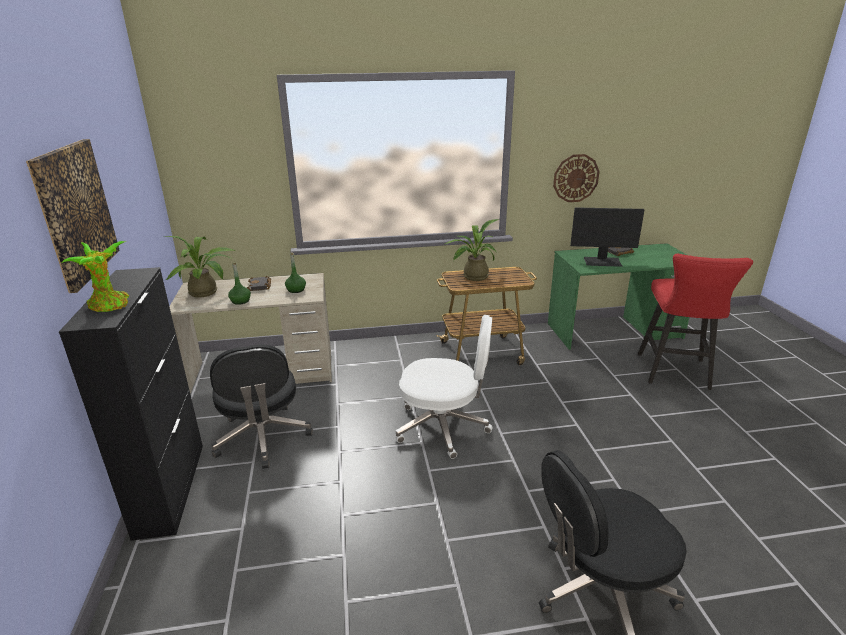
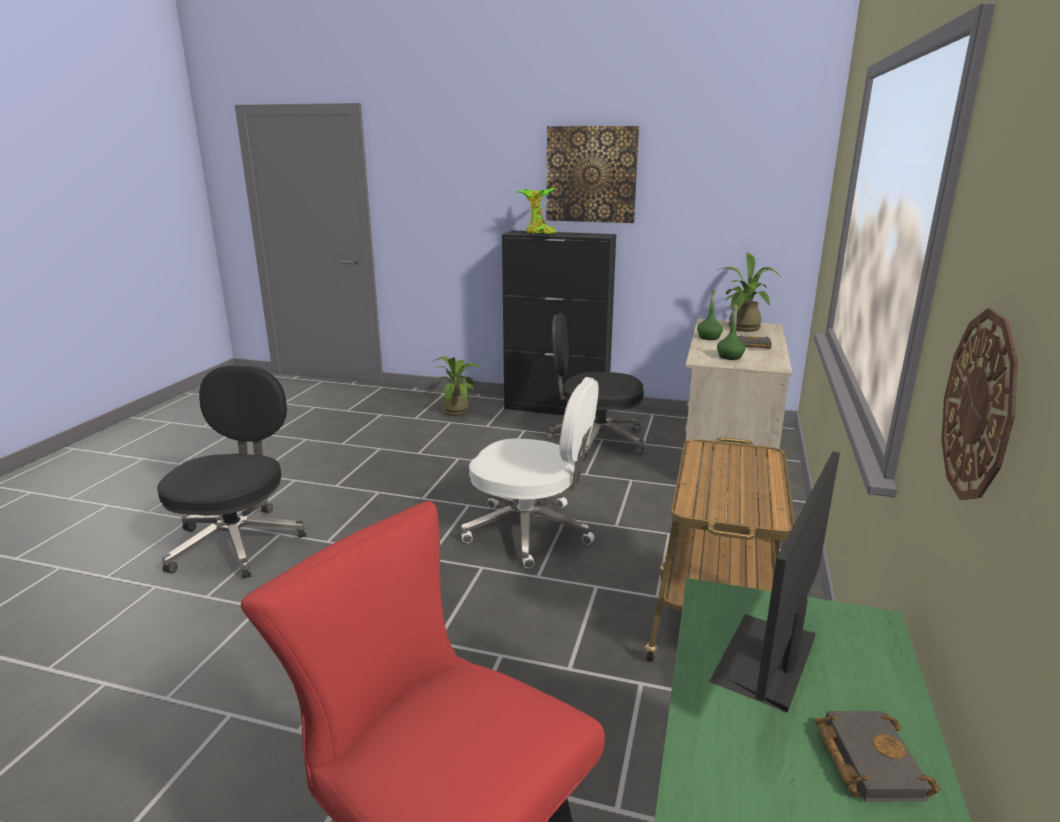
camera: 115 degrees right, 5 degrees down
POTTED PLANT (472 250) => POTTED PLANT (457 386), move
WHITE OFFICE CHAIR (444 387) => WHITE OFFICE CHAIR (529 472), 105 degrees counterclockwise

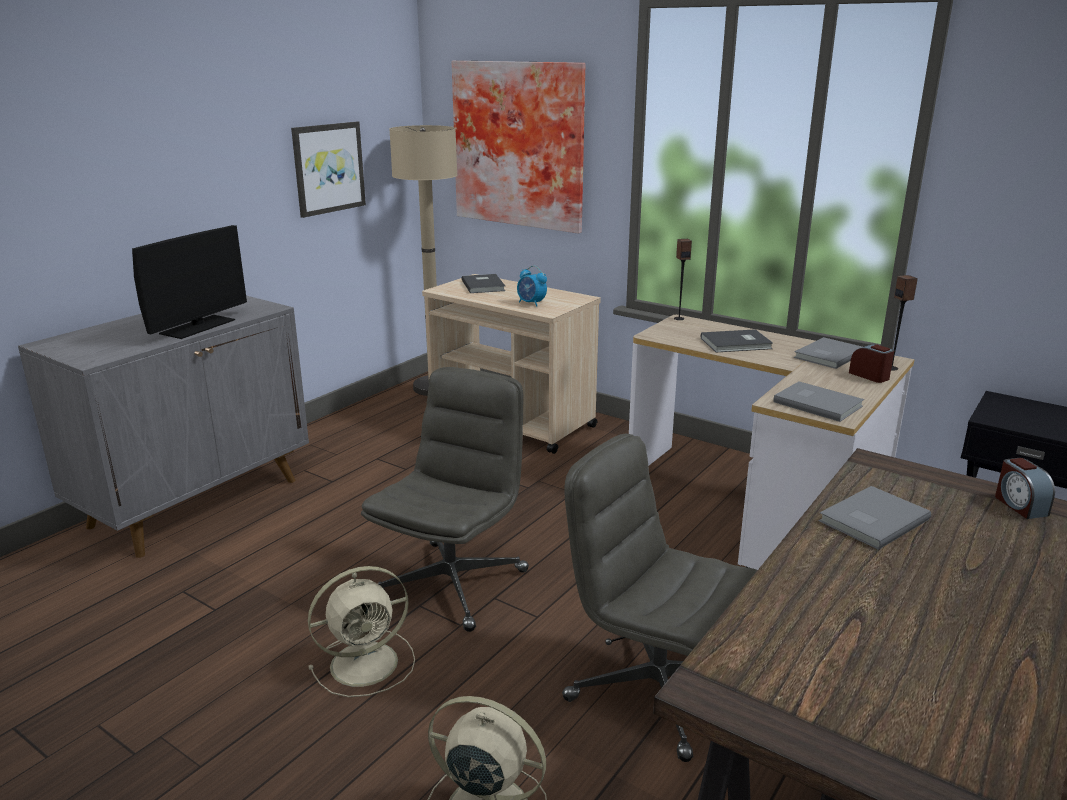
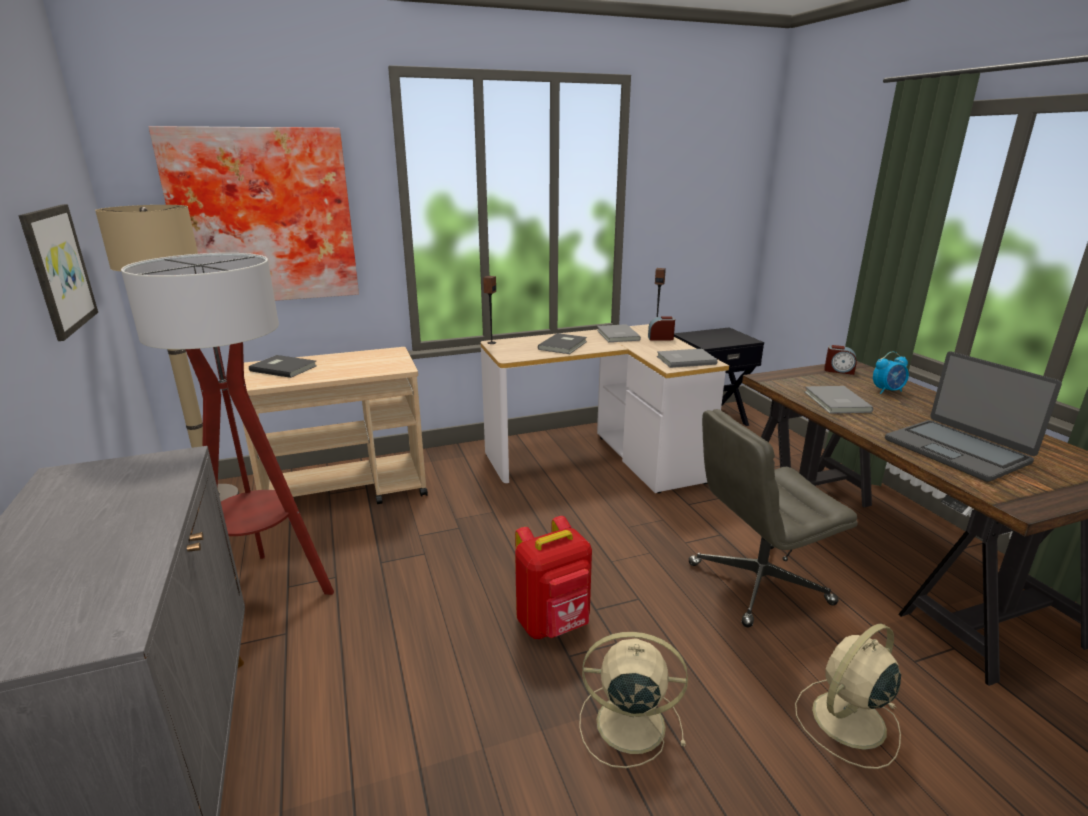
camera: 55 degrees left, 0 degrees up
MONITOR (189 282) => nothing
ALARM CLOCK (532 286) => ALARM CLOCK (891 373), move
GREY OFFICE CHAIR (445 499) => RED BACKPACK (553 577)
BEIGE FAN (361 631) => BEIGE FAN (633 700), 90 degrees counterclockwise
nothing => FLOOR LAMP (227 424)
nothing => LAPTOP (973 416)

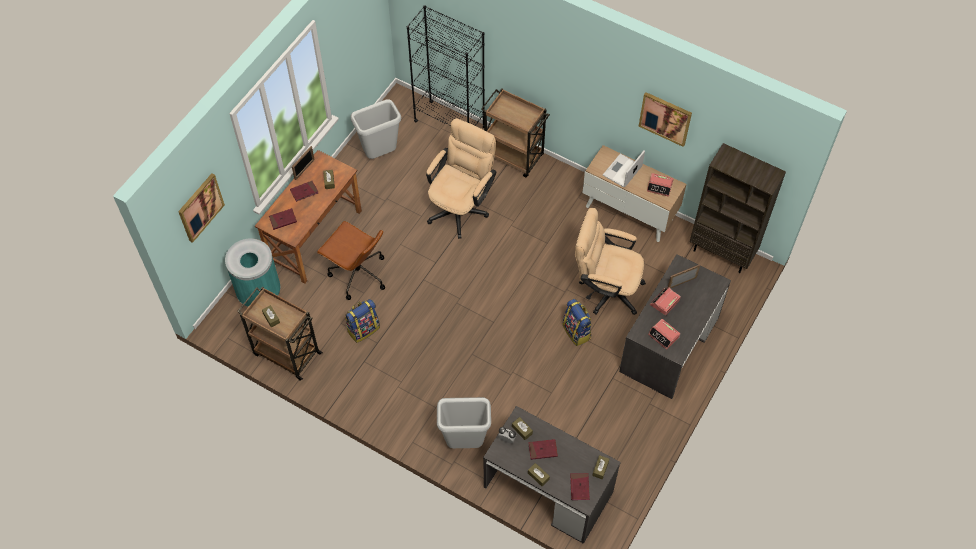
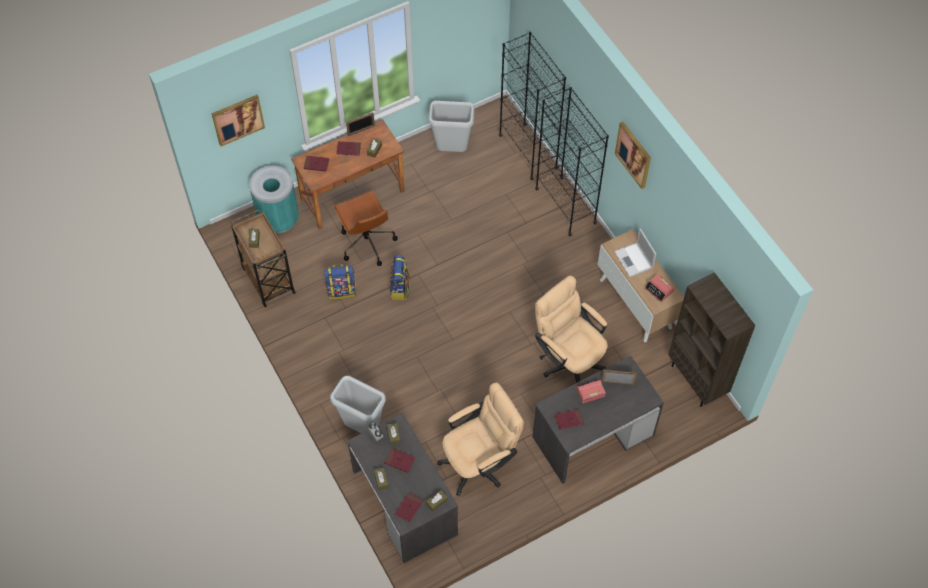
camera: 30 degrees right, 0 degrees up
BROWN CART (515 132) => BLACK BOOKCASE (572 161)
PICTURE (665 119) => PICTURE (633 155), move
BEIGE OFFICE CHAIR (461 178) => BEIGE OFFICE CHAIR (480 439), move
LAPTOP (624 169) => LAPTOP (635 252), 90 degrees counterclockwise
BACKPACK (577 322) => BACKPACK (400 277), move
ALARM CLOCK (664 334) => RED BOOK (569 419)

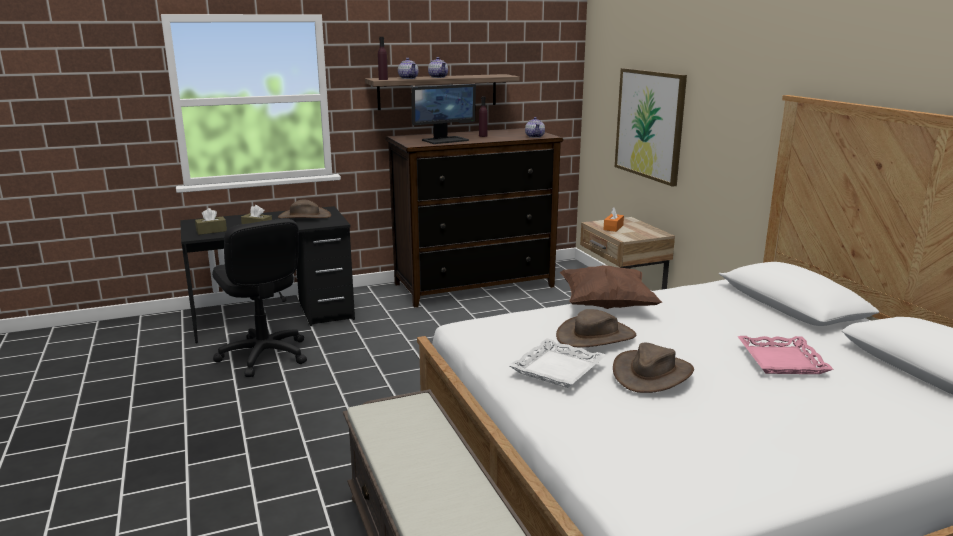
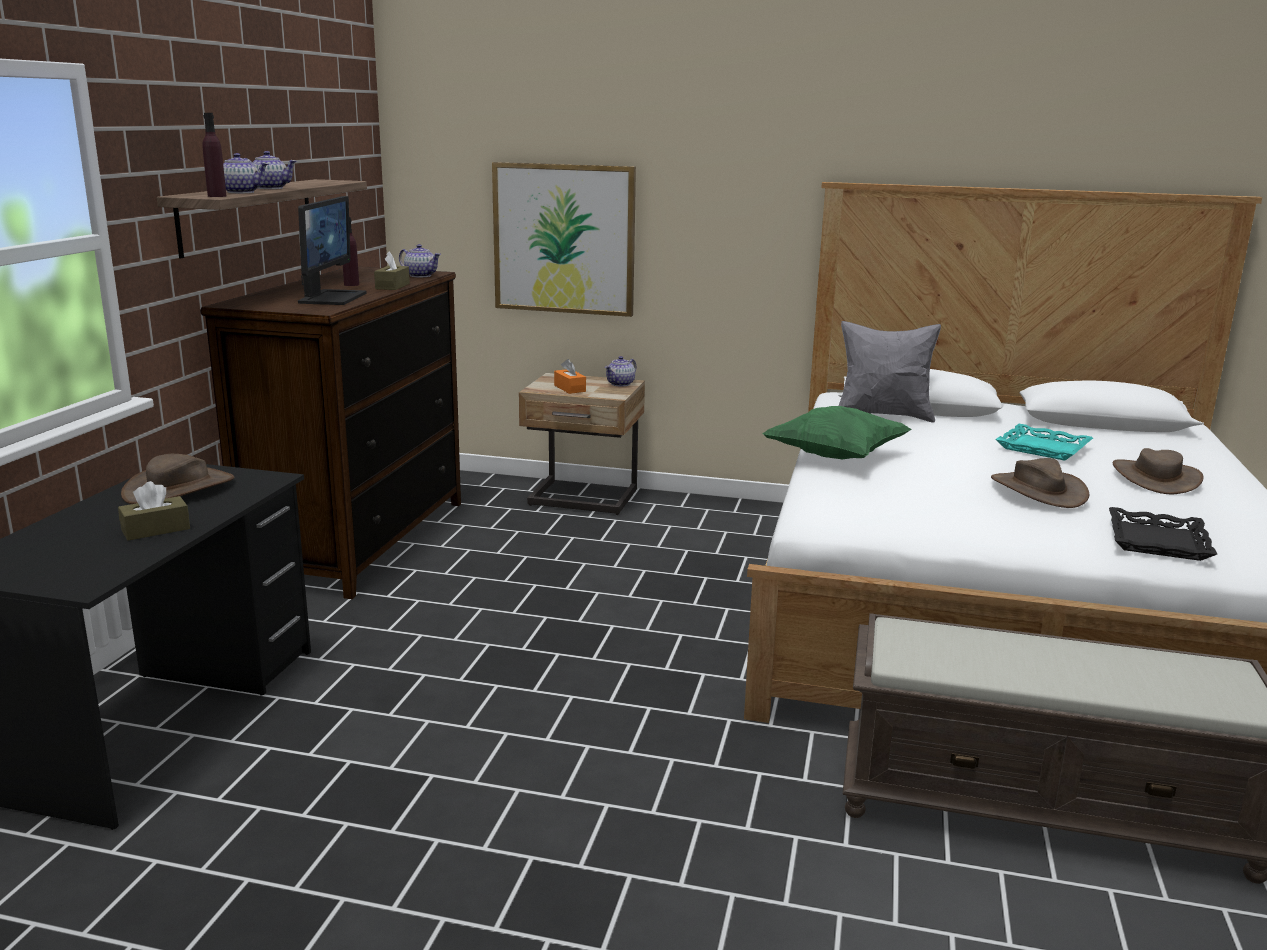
camera: 55 degrees left, 0 degrees up
BROWN TISSUE BOX (211 221) => BROWN TISSUE BOX (392 270), move
BLACK OFFICE CHAIR (259 297) => nothing
BROWN PILLOW (611 287) => GREEN PILLOW (837 432)
BROWN HAT (596 328) => BROWN HAT (1158 471), move
PINK TRAY (785 355) => TURQUOISE TRAY (1044 442)
WHITE TRAY (557 363) => nothing
nothing => GREY PILLOW (889 372)
nothing => TEAPOT (620 371)
nothing => BLACK TRAY (1163 534)

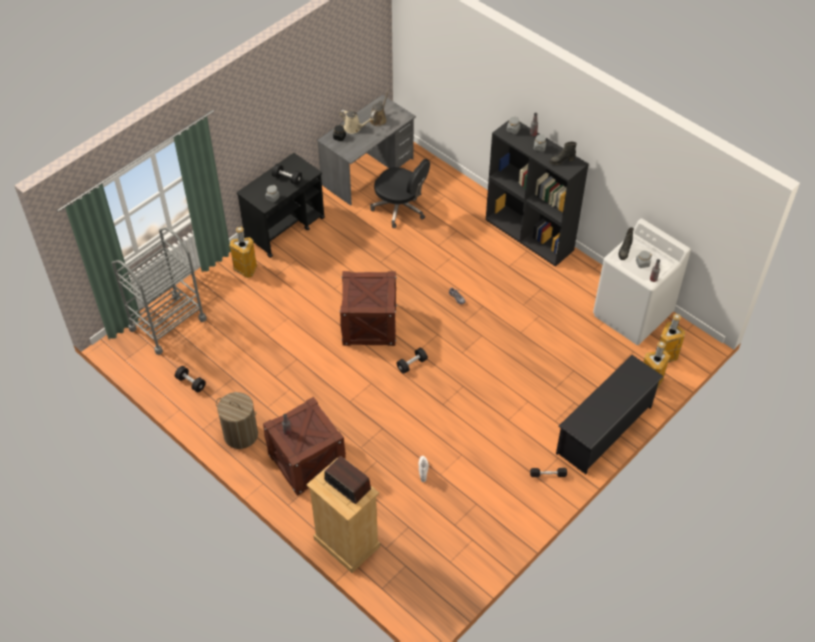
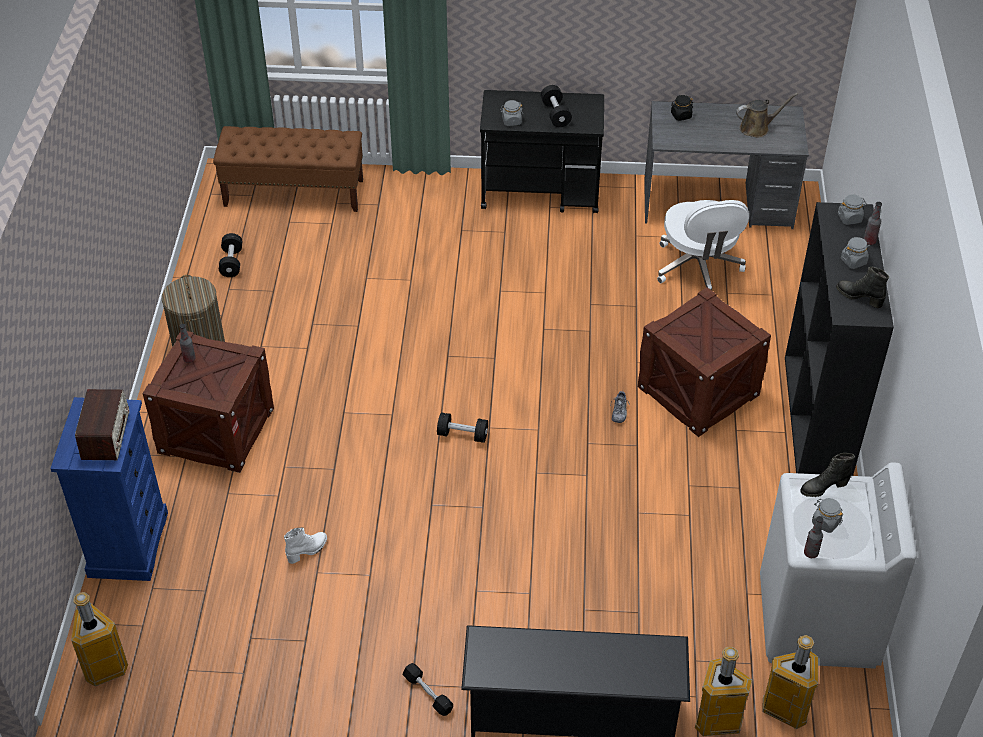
camera: 50 degrees right, 5 degrees down
BEIGE WATERING CAN (356 122) => nothing
BLACK OFFICE CHAIR (400 193) => WHITE OFFICE CHAIR (703 245)
GREY CART (159 291) => BROWN BENCH (288 169)
TRASH CAN (243 252) => TRASH CAN (99 639), move
CRATE (368 308) => CRATE (704 362), move
BEIGE DRESSER (343 515) => BLUE DRESSER (109 489)

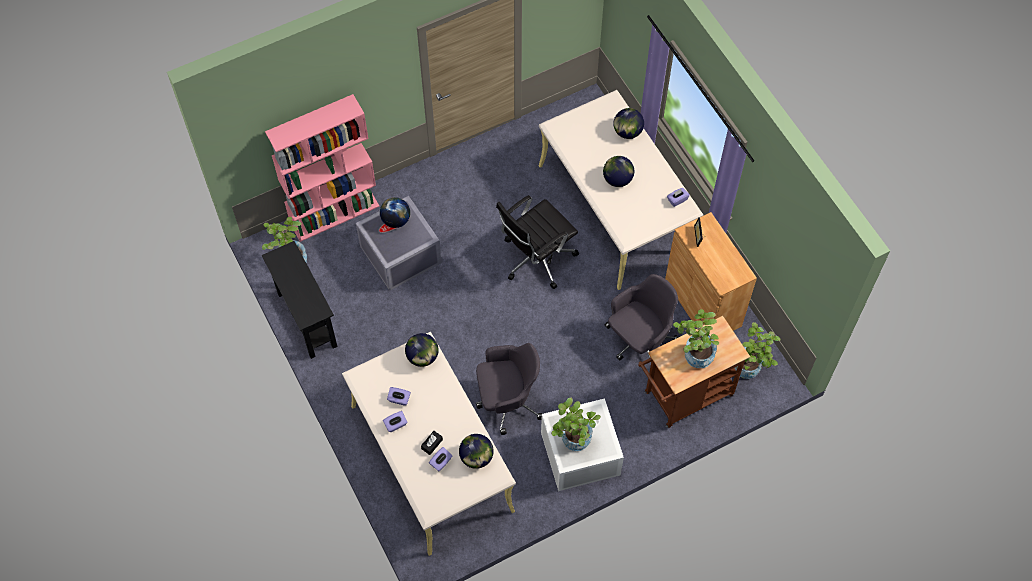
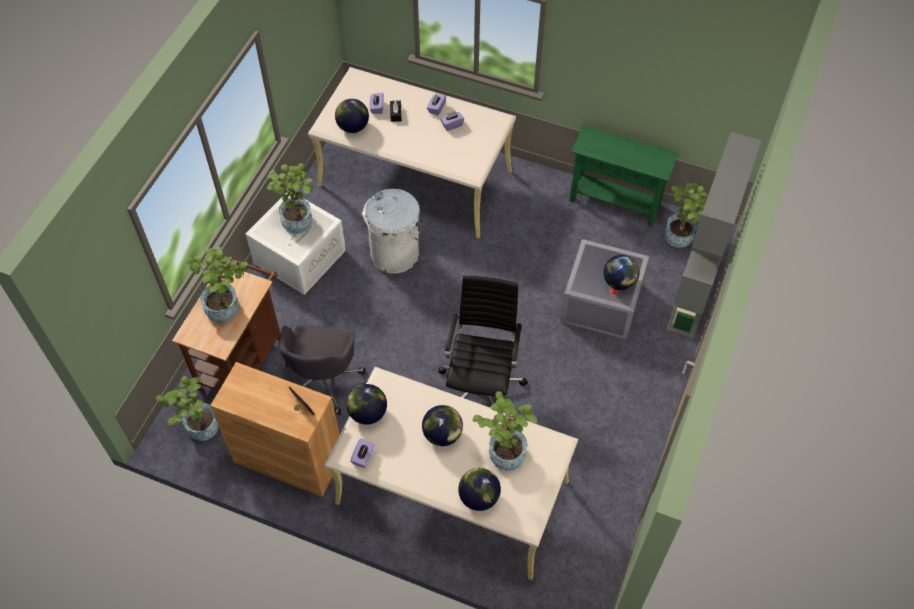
camera: 140 degrees right, 5 degrees down
PINK BOOKCASE (322 168) => GREY BOOKCASE (713 235)
BLACK CONSOLE TABLE (300 300) => GREEN CONSOLE TABLE (624 176)
GLOBE (422 350) => GLOBE (366 404), move
GREY OFFICE CHAIR (509 389) => WHITE TRASH CAN (391 231)
nothing => POTTED PLANT (505 431)

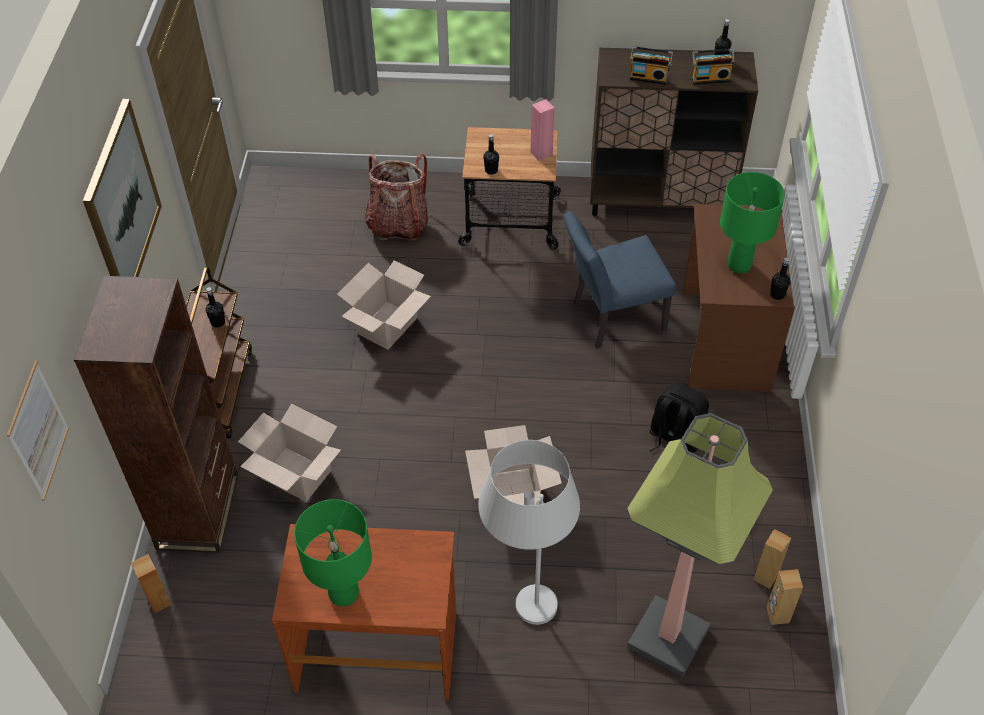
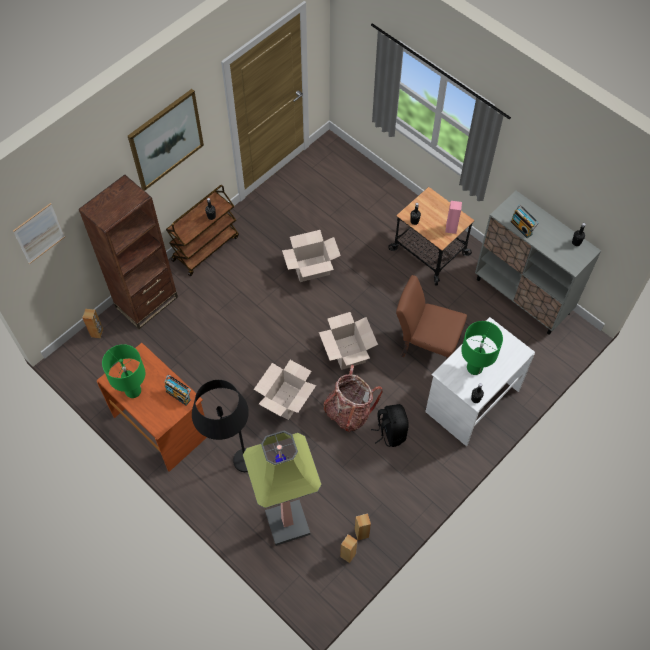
camera: 40 degrees right, 10 degrees up
BROWN CABINET (674 132) => GREY CABINET (538 263)
RADIO (713 67) => RADIO (177 390), move
BACKPACK (396 196) => BACKPACK (353 398), move
BROWN DESK (739 298) => WHITE DESK (480 381)
BLUE CHAIR (619 280) => BROWN CHAIR (431 317)
CARDBOARD BOX (289 453) => CARDBOARD BOX (348 341), move
WHITE FLOOR LAMP (529 532) => BLACK FLOOR LAMP (220 426)

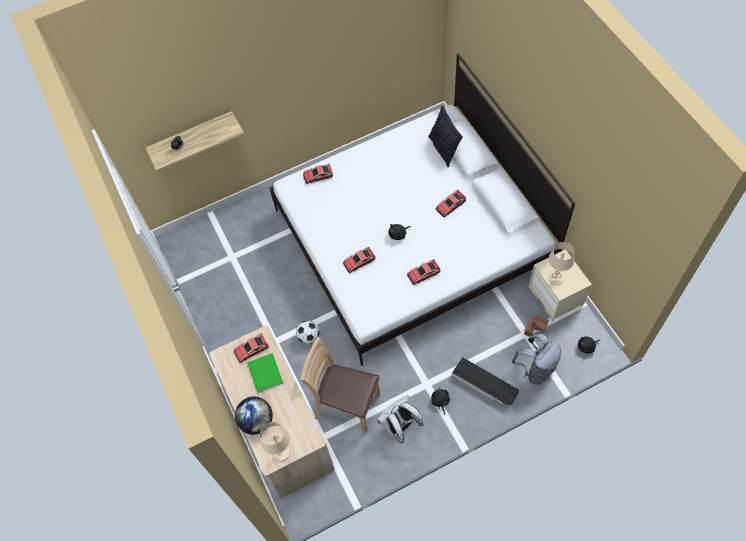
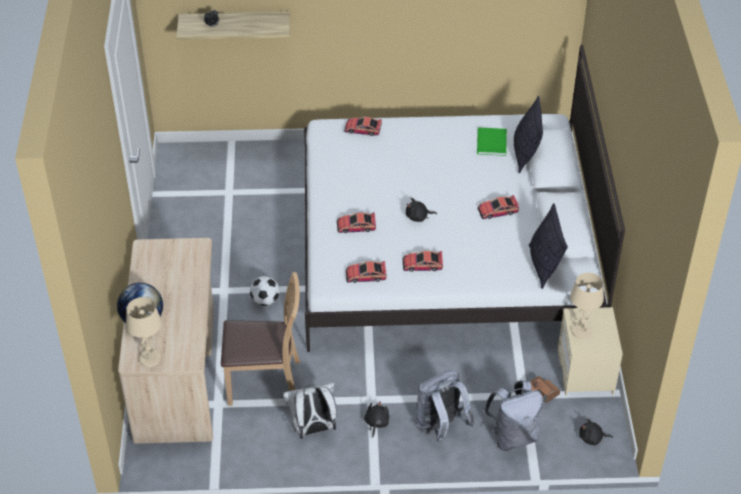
camera: 20 degrees right, 15 degrees down
TOY CAR (251 348) => TOY CAR (366 272), move
BROWN CHAIR (340 385) => BROWN CHAIR (260 339), 135 degrees clockwise
GREEN BOOK (265 373) => GREEN BOOK (492 141), move
BLACK STORAGE BOX (485 382) => GREY BACKPACK (445 406)
nothing => PILLOW (548 246)

